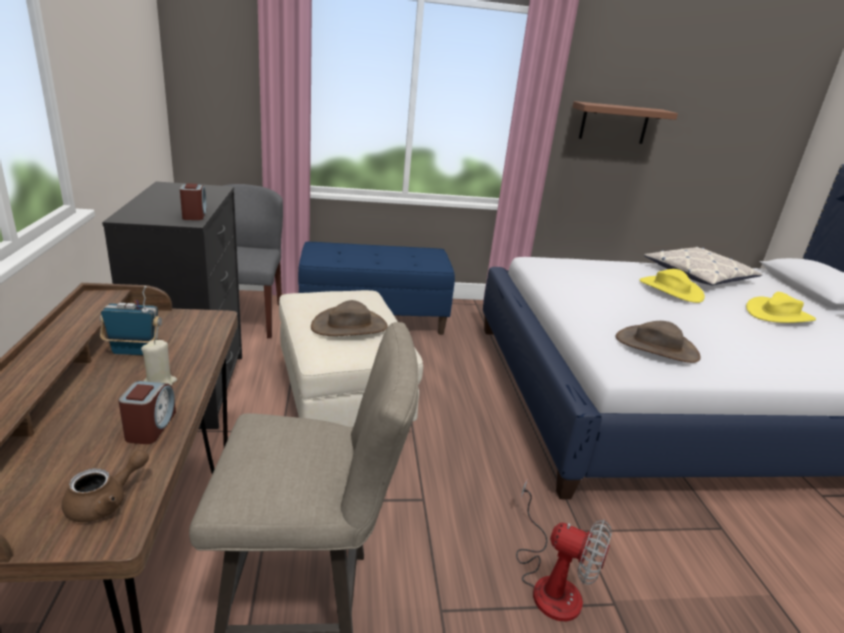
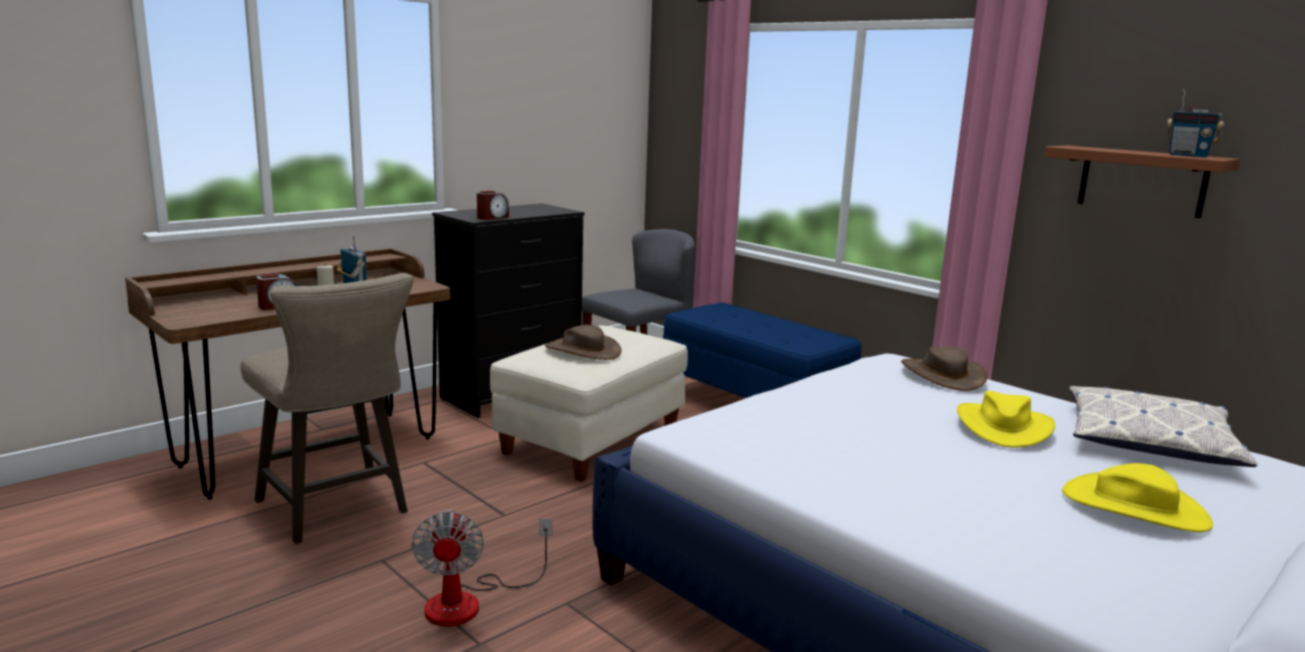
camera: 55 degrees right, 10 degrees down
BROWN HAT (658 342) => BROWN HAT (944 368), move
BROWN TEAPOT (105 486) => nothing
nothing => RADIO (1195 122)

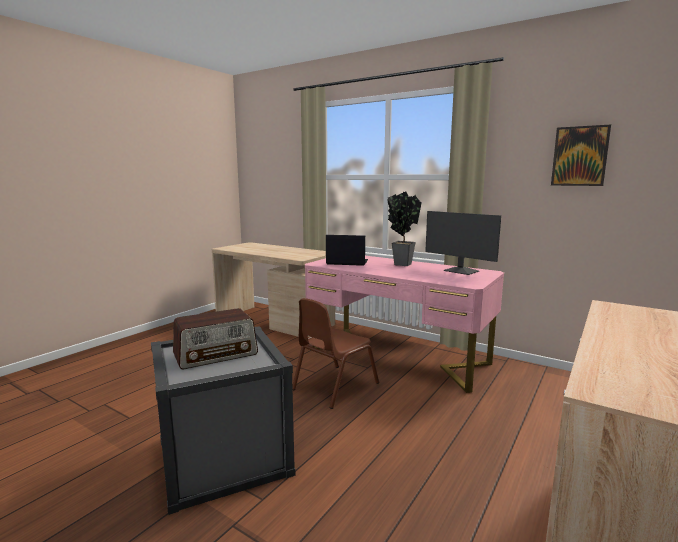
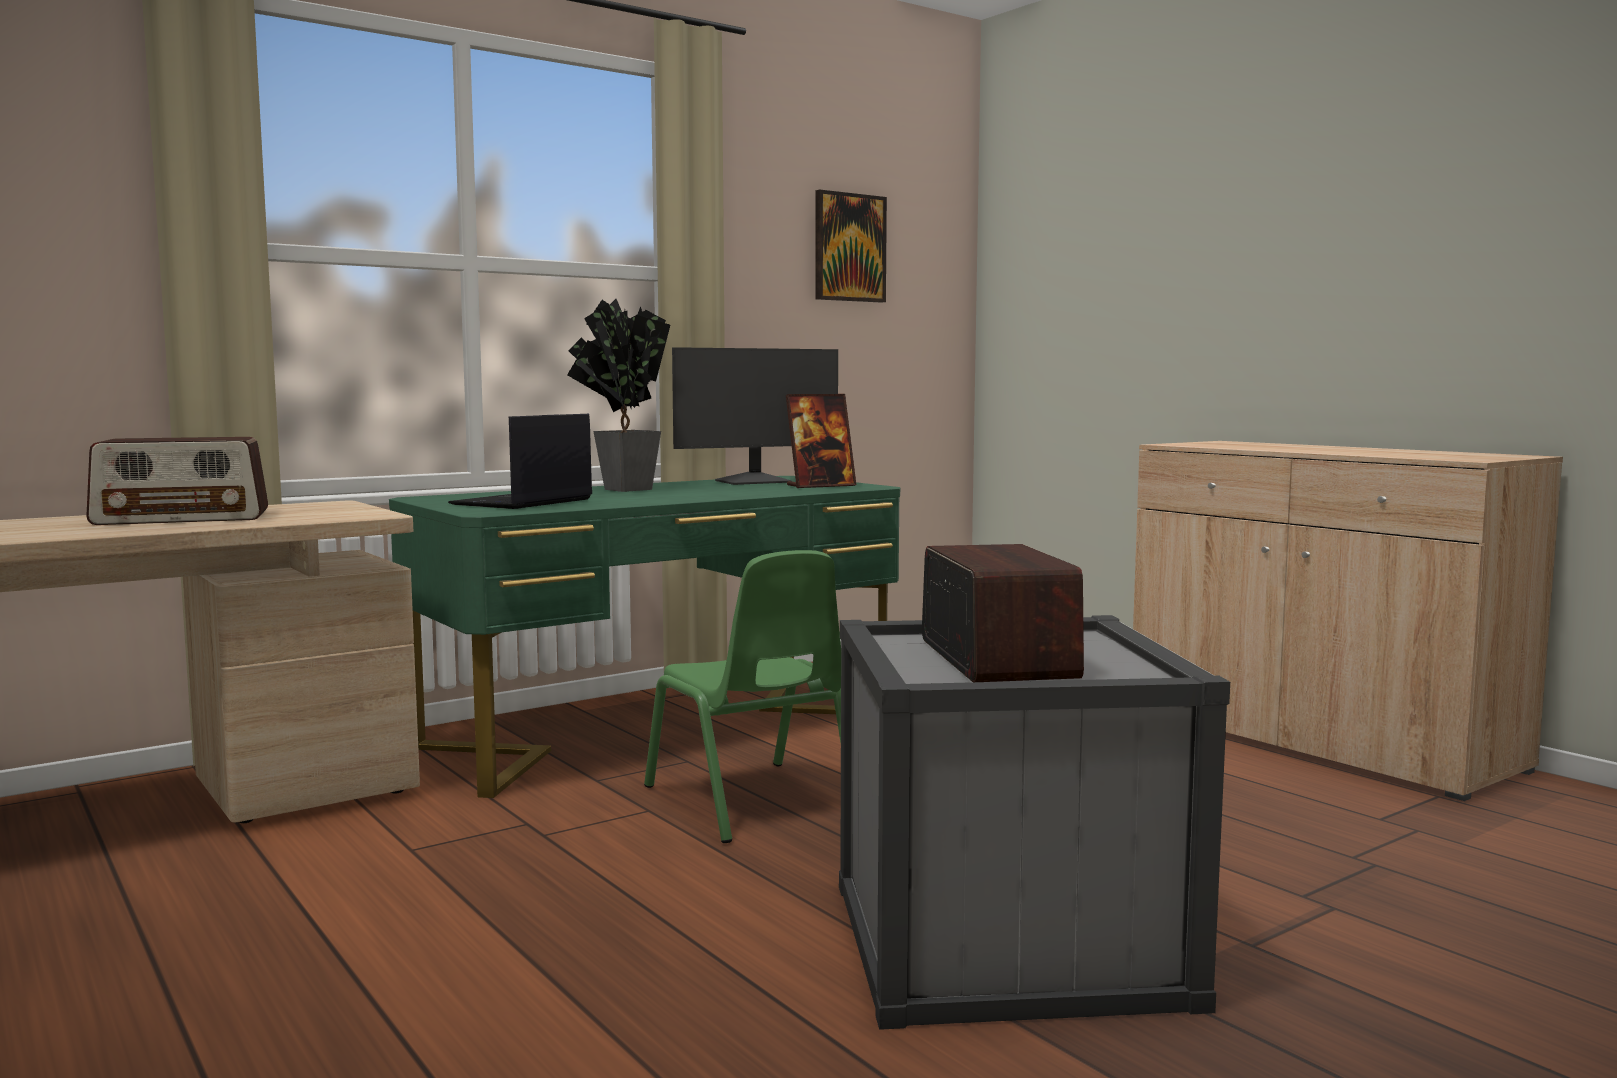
camera: 70 degrees left, 5 degrees down
PINK DESK (404 324) => GREEN DESK (644 637)
BROWN CHAIR (335 353) => GREEN CHAIR (742 696)
nothing => PICTURE FRAME (821 441)
nothing => RADIO (177 481)

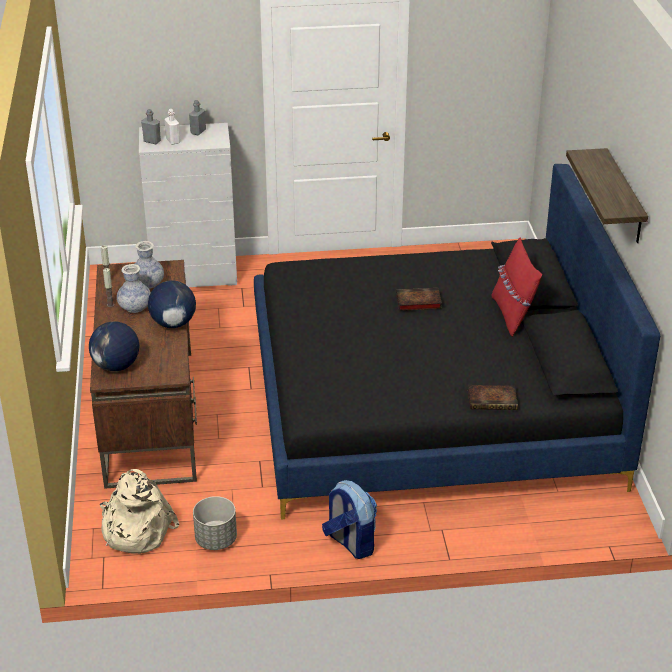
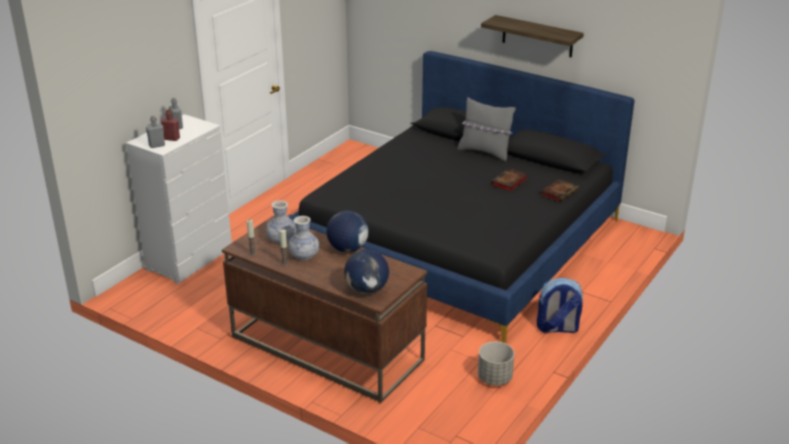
camera: 50 degrees left, 5 degrees down
WHITE BOTTLE (172 127) => RED BOTTLE (170 125)
RED PILLOW (516 287) => GREY PILLOW (486 129)
BOOK (419 299) => BOOK (509 180), move
BEIGE BACKPACK (139 511) => nothing

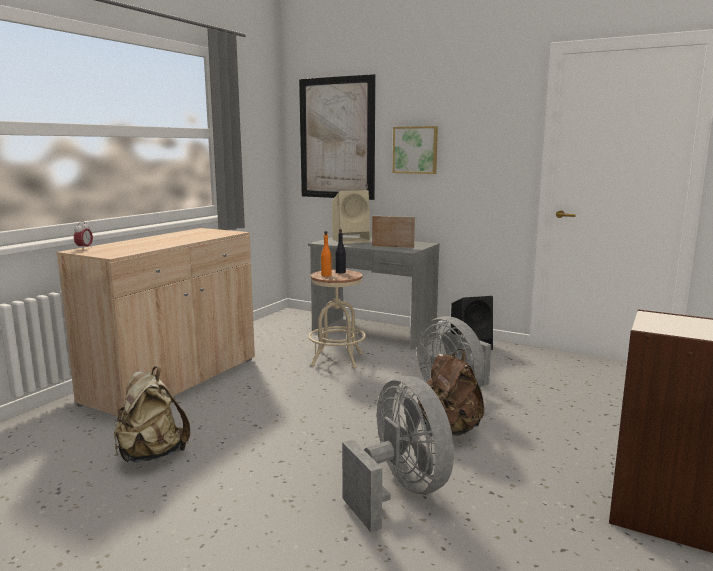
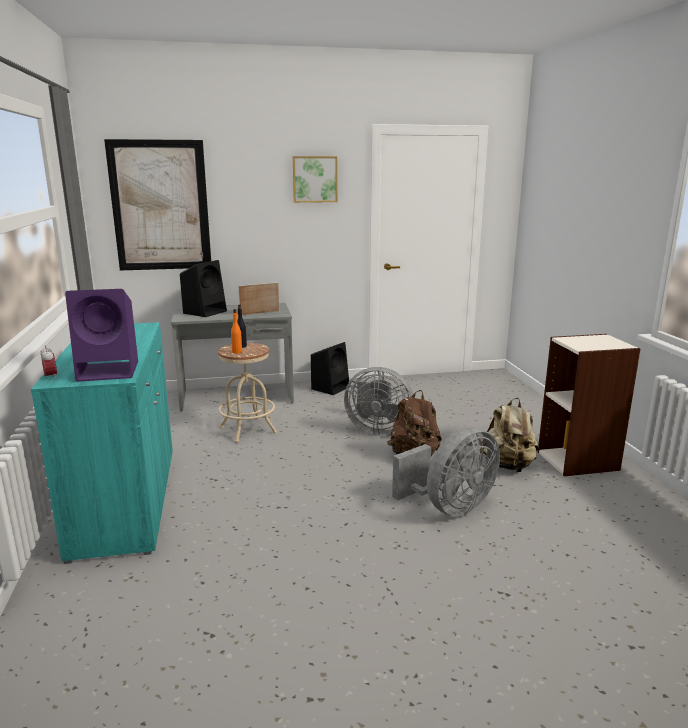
camera: 40 degrees left, 5 degrees up
PICTURE (415 150) => PICTURE (315 179), move
BEIGE SPEAKER (351 217) => BLACK SPEAKER (203 288)
BEIGE CABINET (155 322) => TURQUOISE CABINET (102 443)
BEIGE BACKPACK (152 414) => BEIGE BACKPACK (510 435), move
GREY FAN (398 454) => GREY FAN (446 472), 120 degrees clockwise
nothing => PURPLE SPEAKER (101 335)

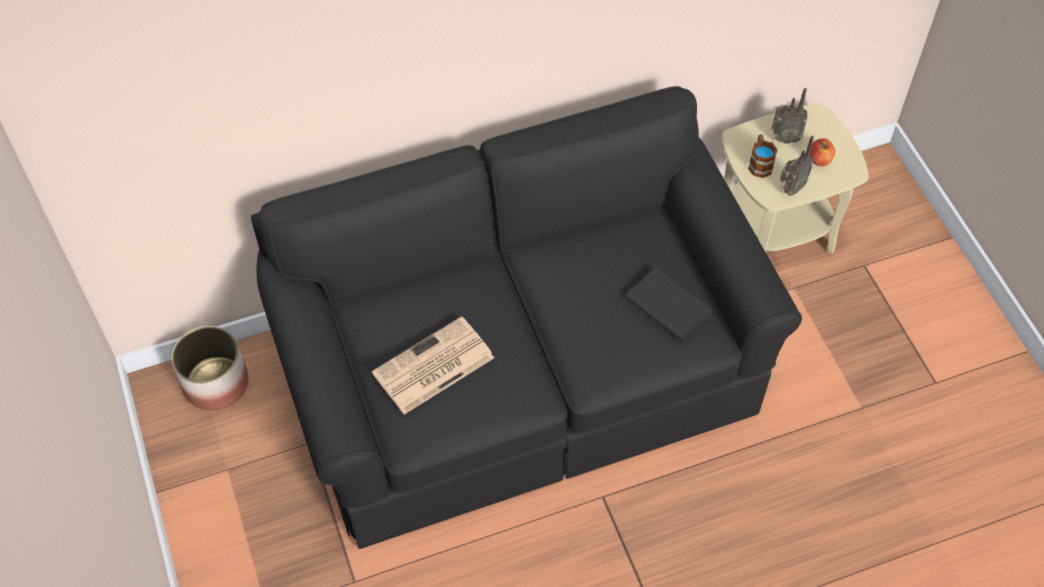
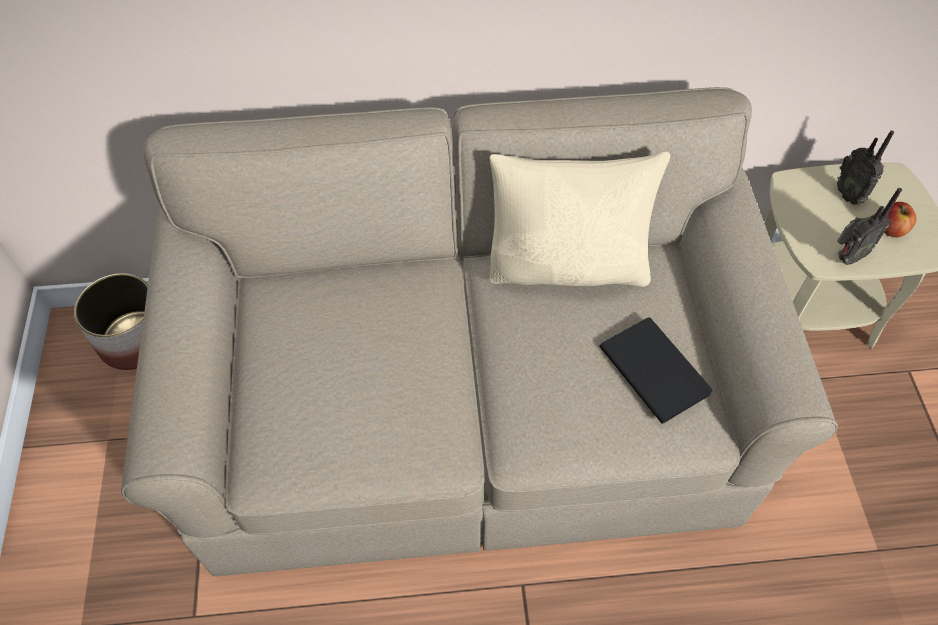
camera: 15 degrees right, 0 degrees up
BLACK SOFA (526 317) => BEIGE SOFA (479 331)
RADIO (789 116) => RADIO (865 168), 45 degrees clockwise
MUG (763 156) => nothing
NEWSPAPER (433 365) => nothing
nothing => BEIGE PILLOW (579 219)

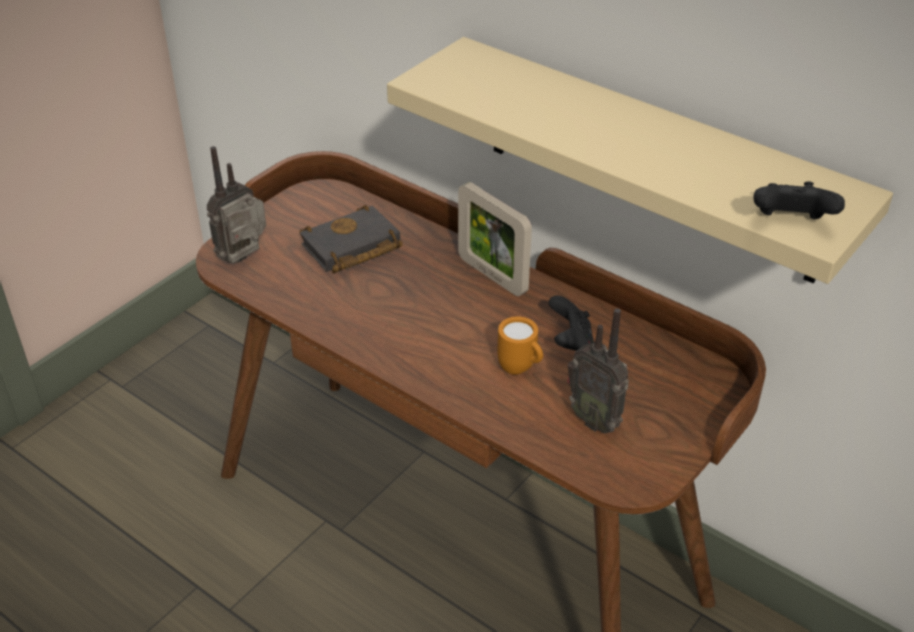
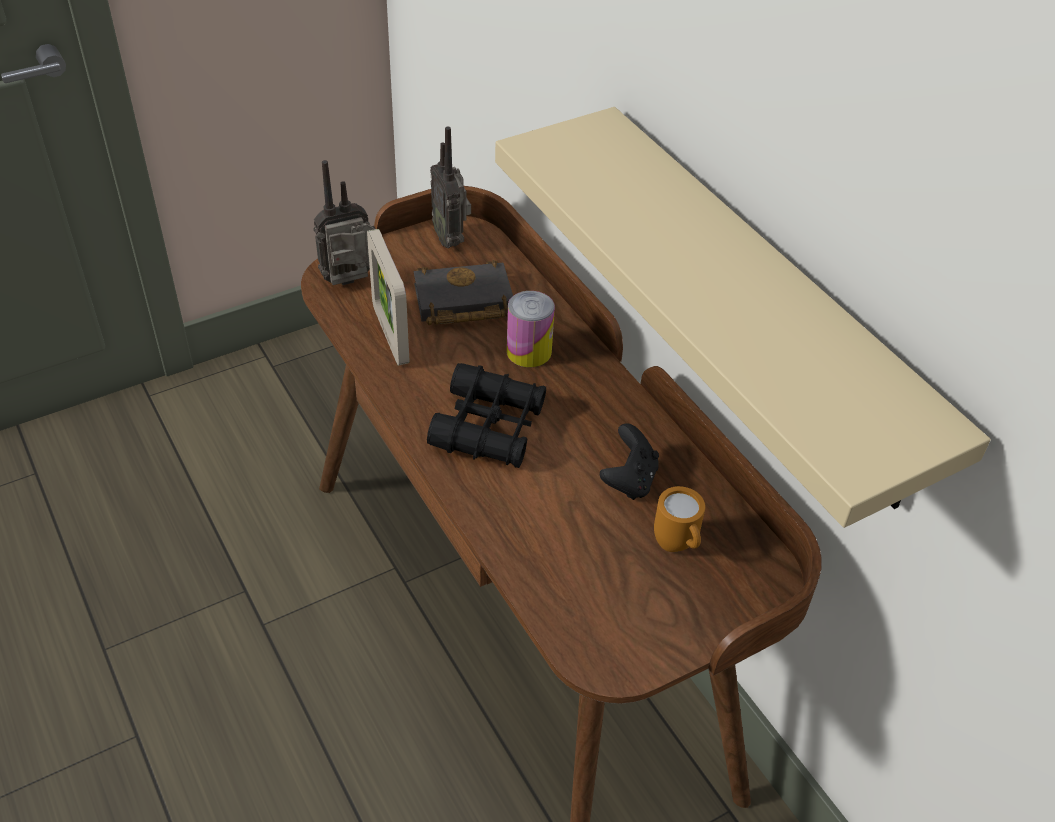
camera: 20 degrees right, 5 degrees up
BLACK GAME CONTROLLER (799 200) => nothing
PICTURE FRAME (495 239) => PICTURE FRAME (388 297), move
RADIO (598 370) => RADIO (450 187), move
ORANGE MUG (520 345) => ORANGE MUG (679 519), move
nothing => CAN (530 329)
nothing => BLACK BINOCULARS (486 415)

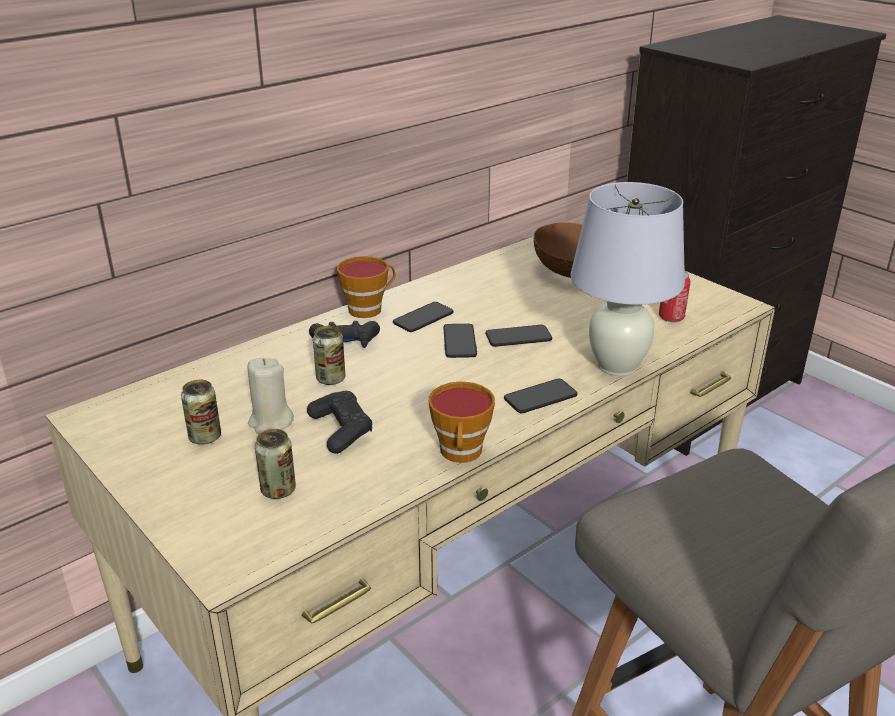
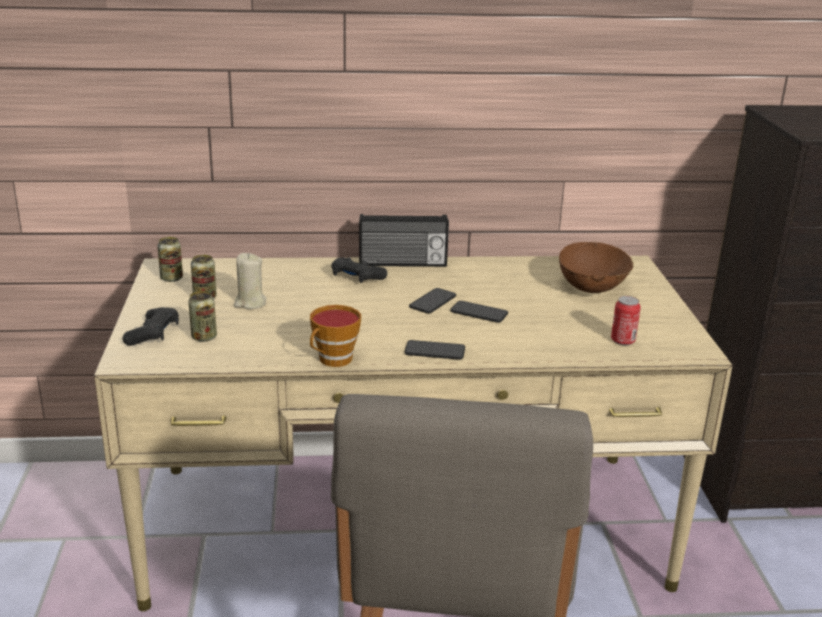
camera: 35 degrees right, 5 degrees down
WHITE TABLE LAMP (628 279) => nothing
CUP (366 287) => RADIO (404 240)
PHONE (423 317) => nothing
CAN (329 355) => CAN (170 259), move
BLACK GAME CONTROLLER (339 422) => BLACK GAME CONTROLLER (151 326), move

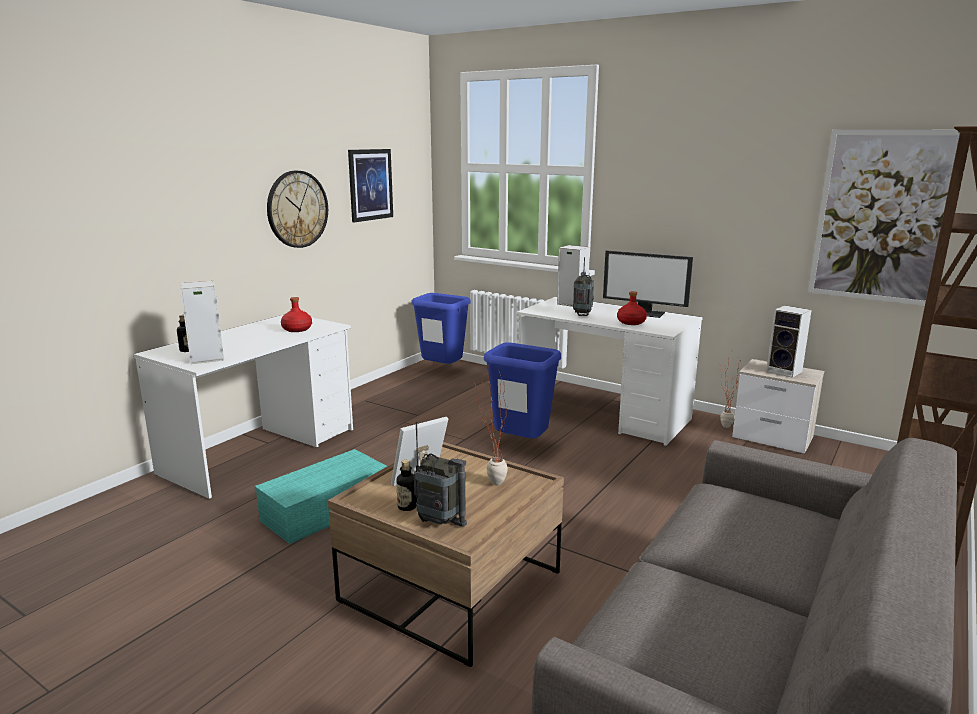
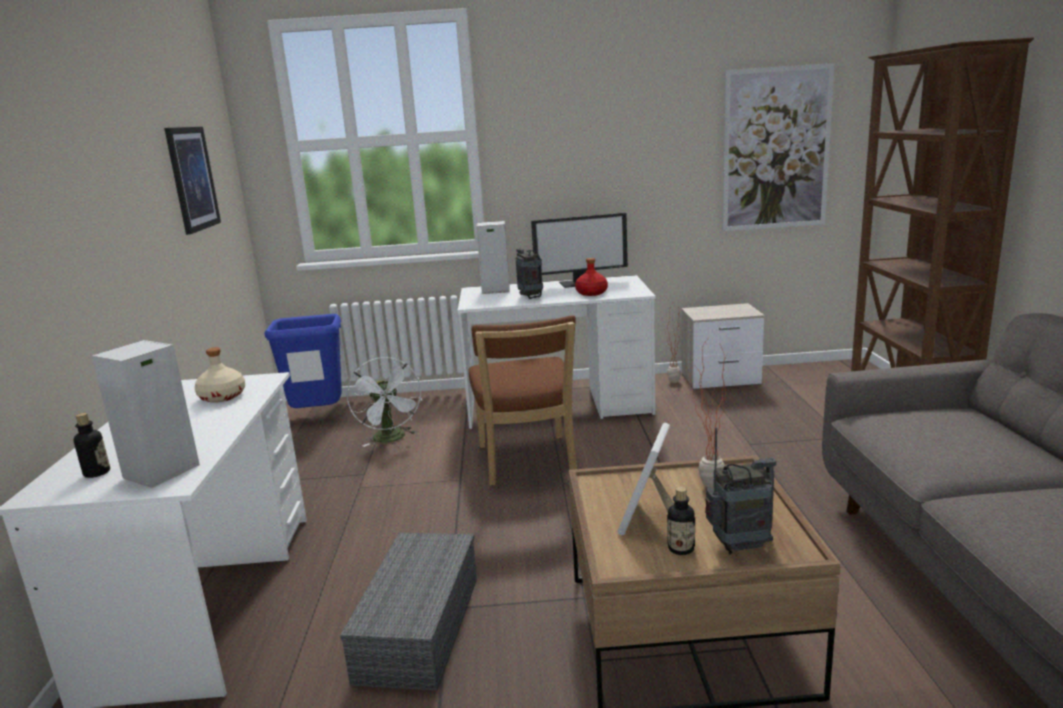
camera: 35 degrees left, 0 degrees up
WALL CLOCK (297 209) => nothing
RED BOTTLE (296 314) => BEIGE BOTTLE (220 375)
SPEAKER (789 342) => nothing
BLUE TRASH CAN (522 390) => BROWN CHAIR (523 401)
TURQUOISE STORAGE BOX (321 496) => GREY STORAGE BOX (408 612)
nothing => WHITE FAN (384 402)

